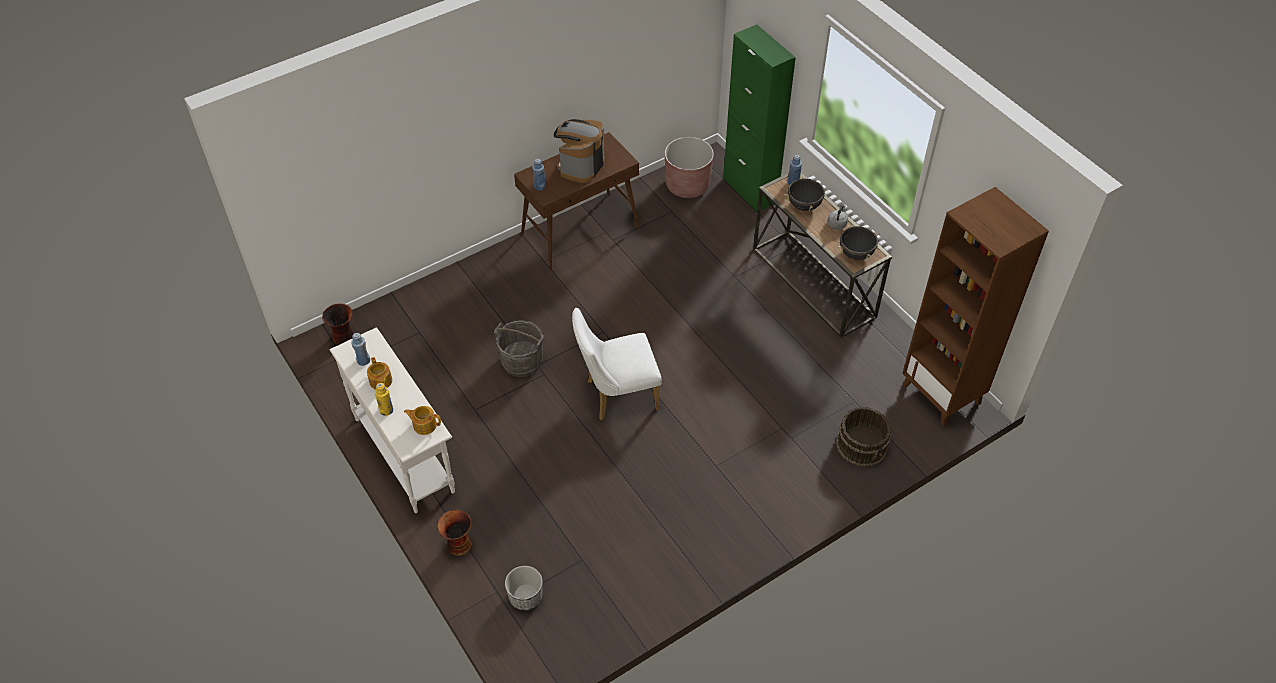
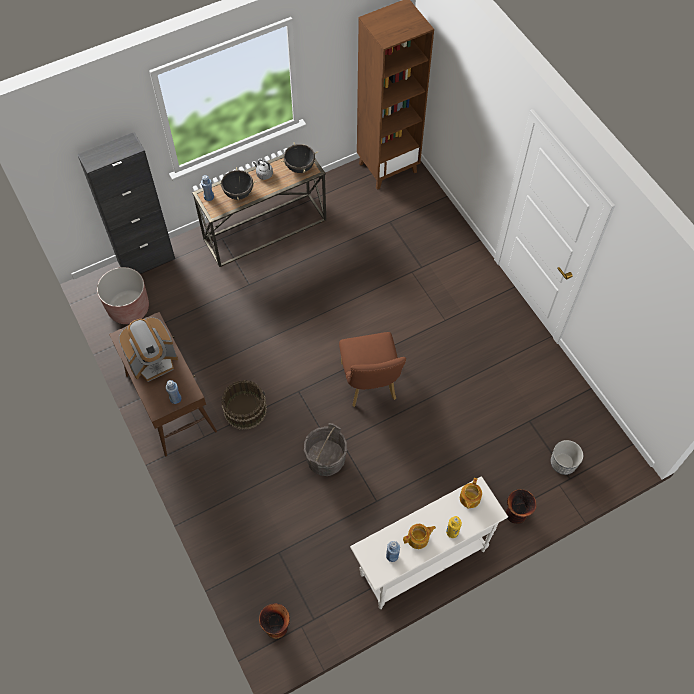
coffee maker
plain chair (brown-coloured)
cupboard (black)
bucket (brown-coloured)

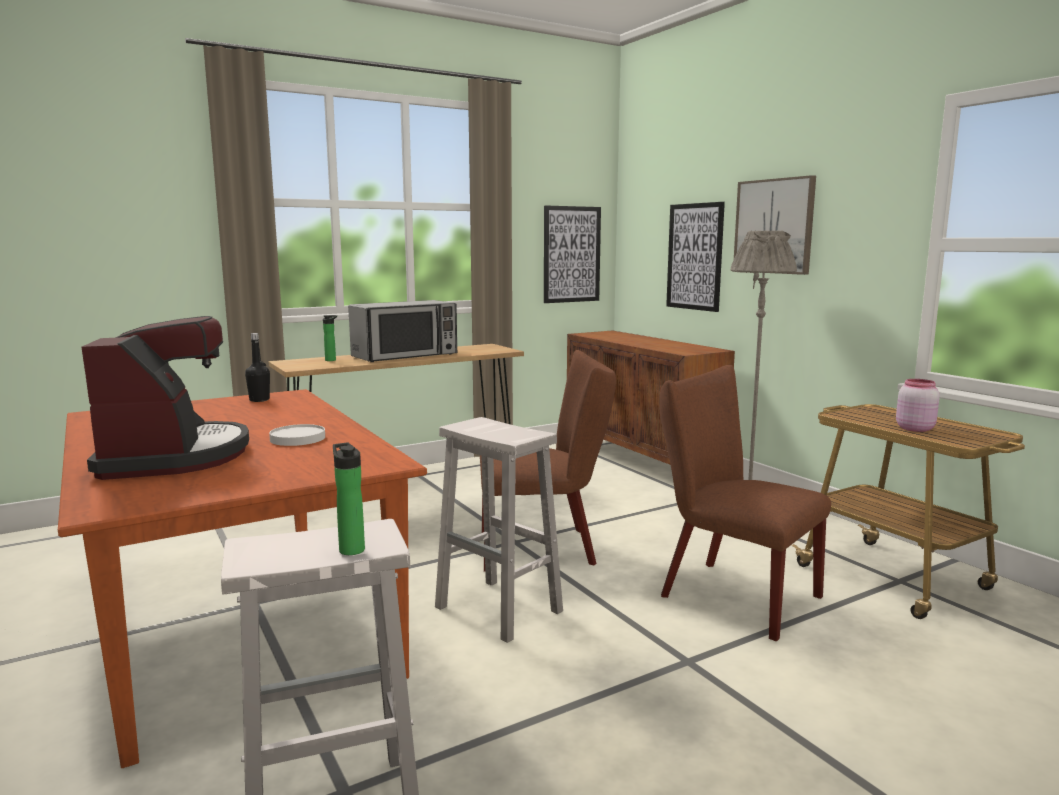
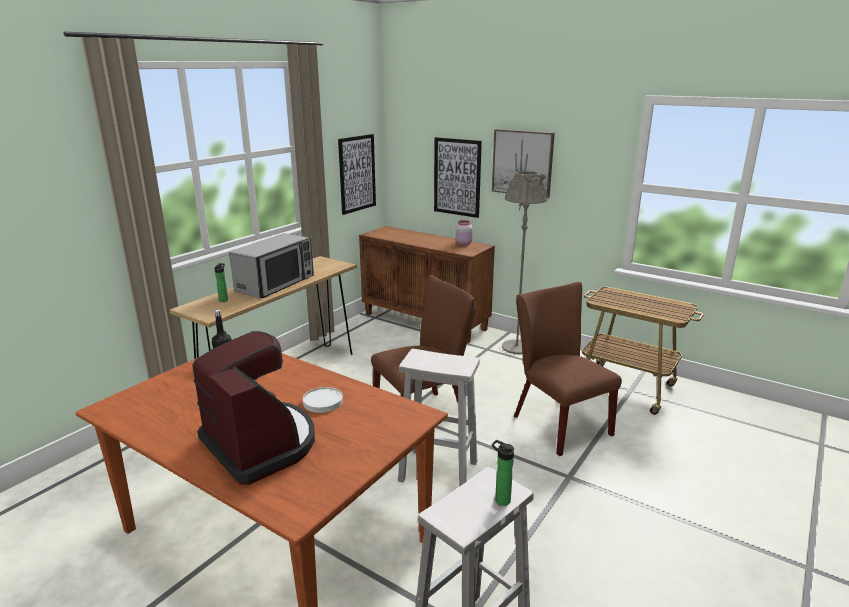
plain chair (brown-coloured) (2nd from left)
preserve jar (pink)

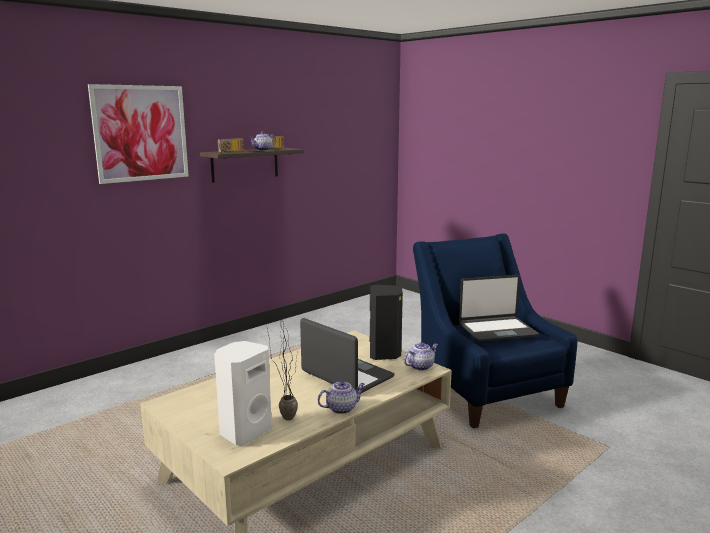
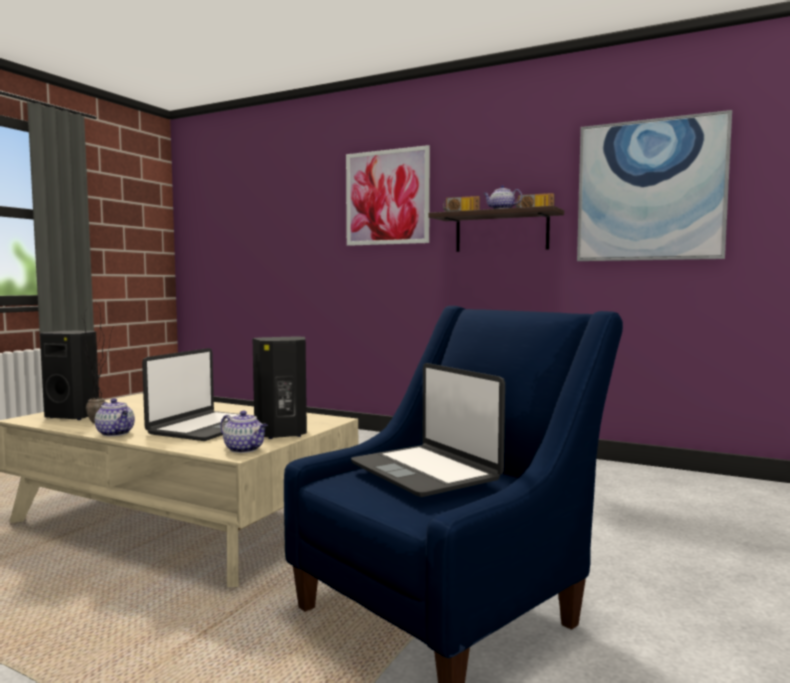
loudspeaker (black) (1st from left)
picture (2nd from left)

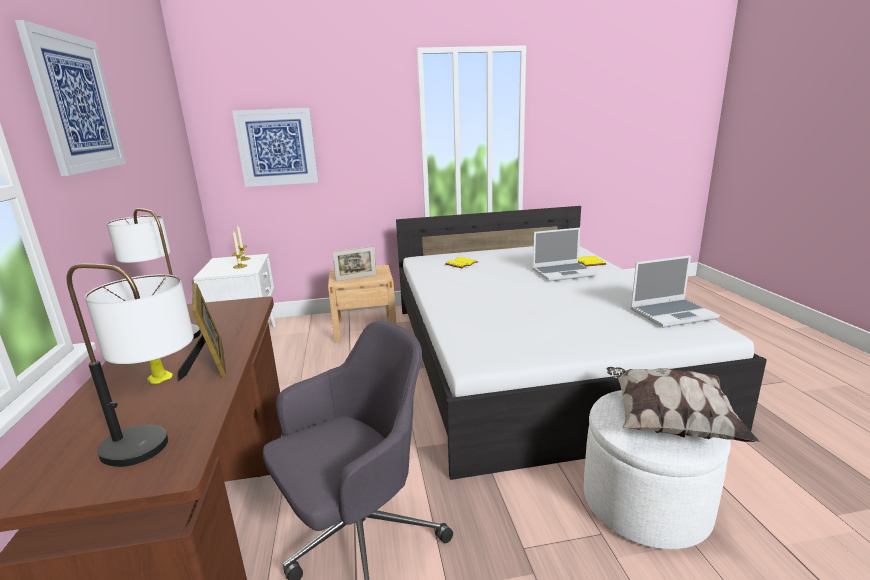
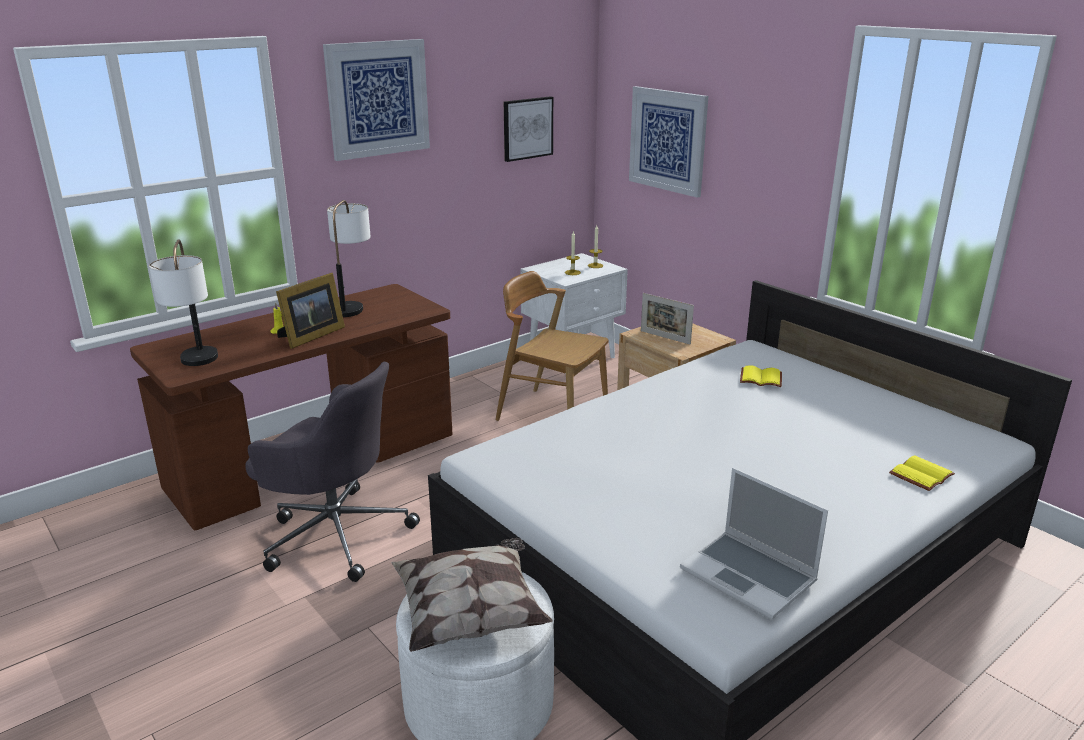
laptop (1st from left in the first image)
plain chair (brown-coloured)
picture (2nd from left)

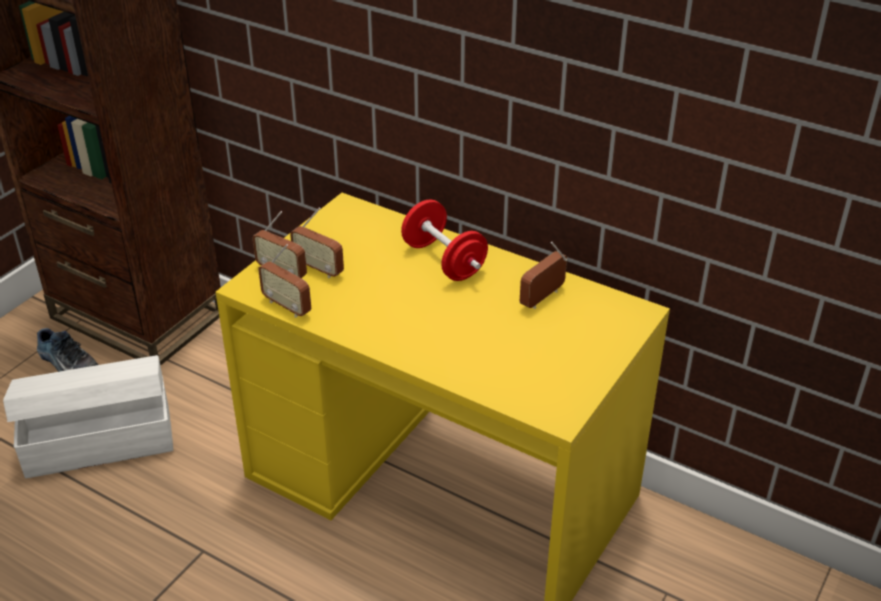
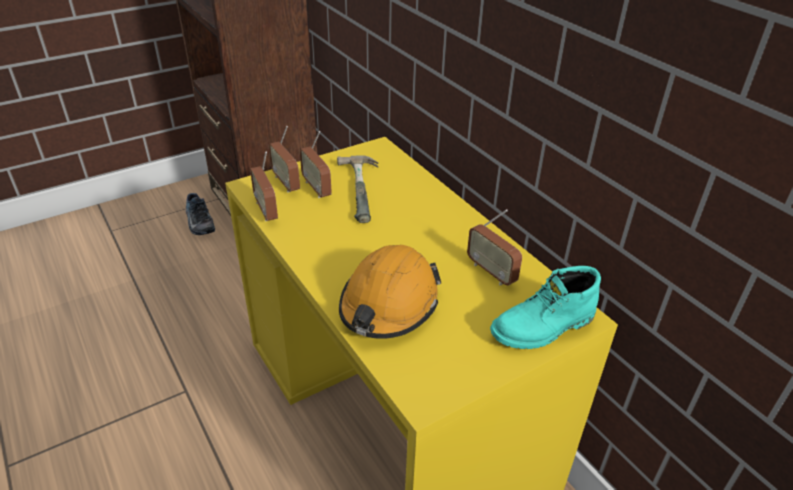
storage container (whitish)
free weight (red-coloured)
radio receiver (4th from left)
tool hammer
safety helmet (orangey)
tall boot (blue-green)

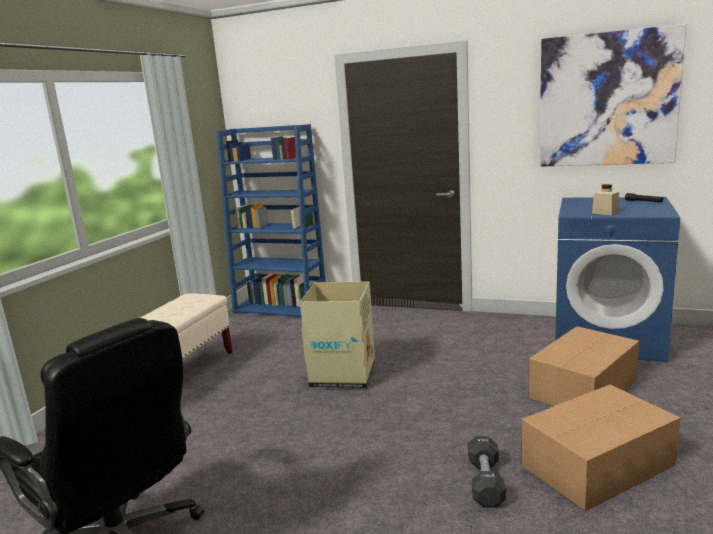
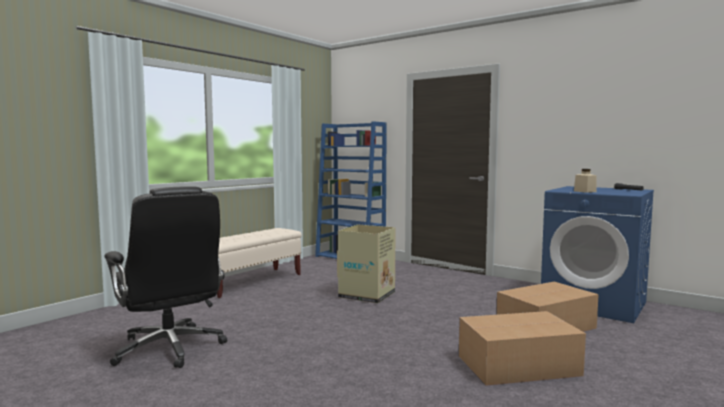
free weight (black)
picture

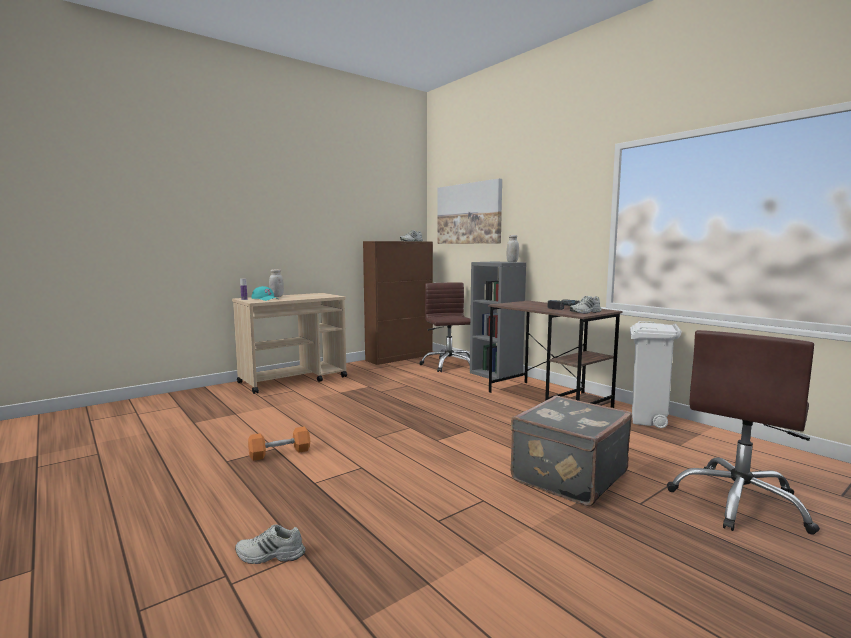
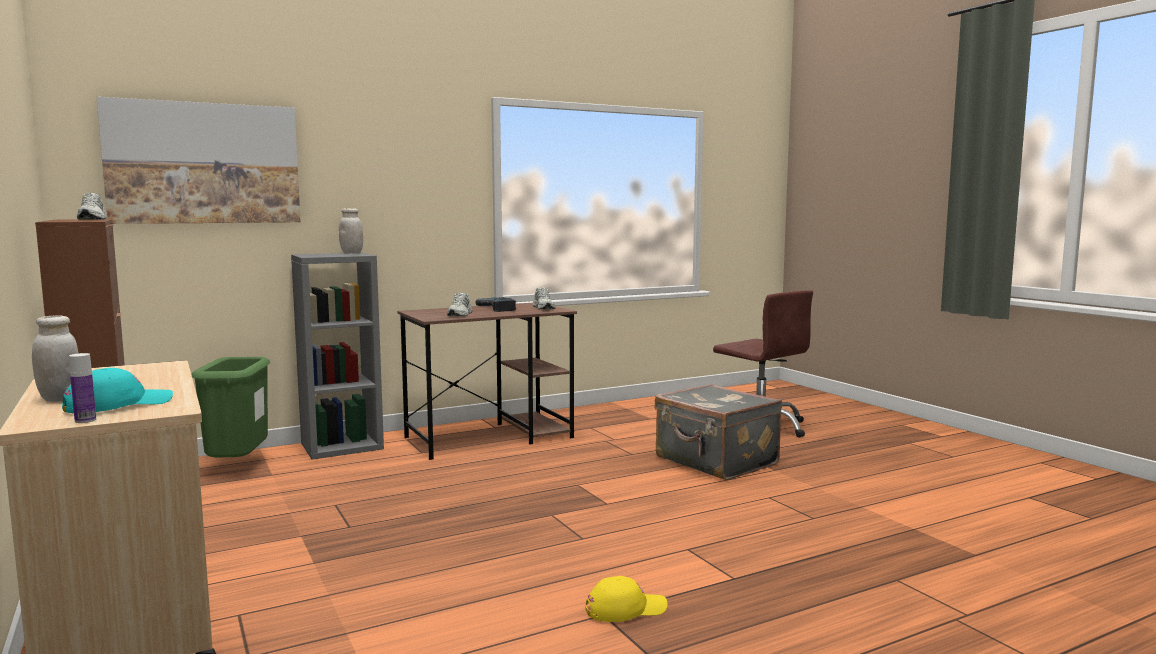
shoe (whitish) (2nd from left)
baseball cap (yellow-coloured)
rubbish bin (green)
rubbish bin (whitish)

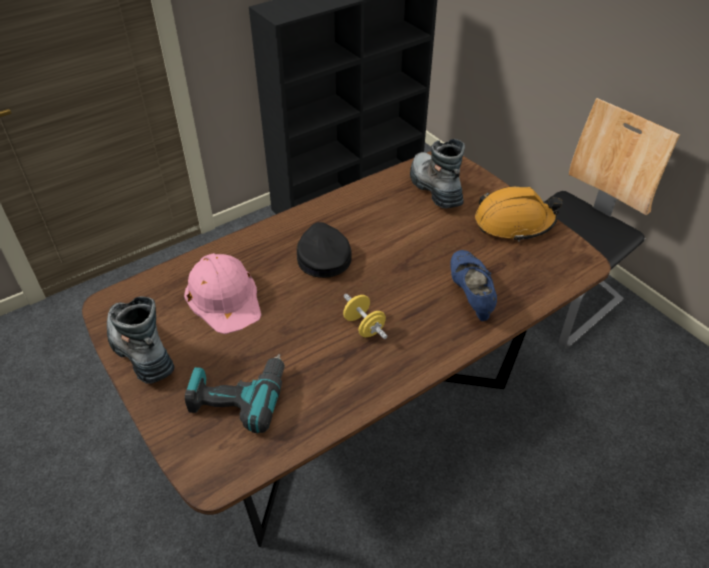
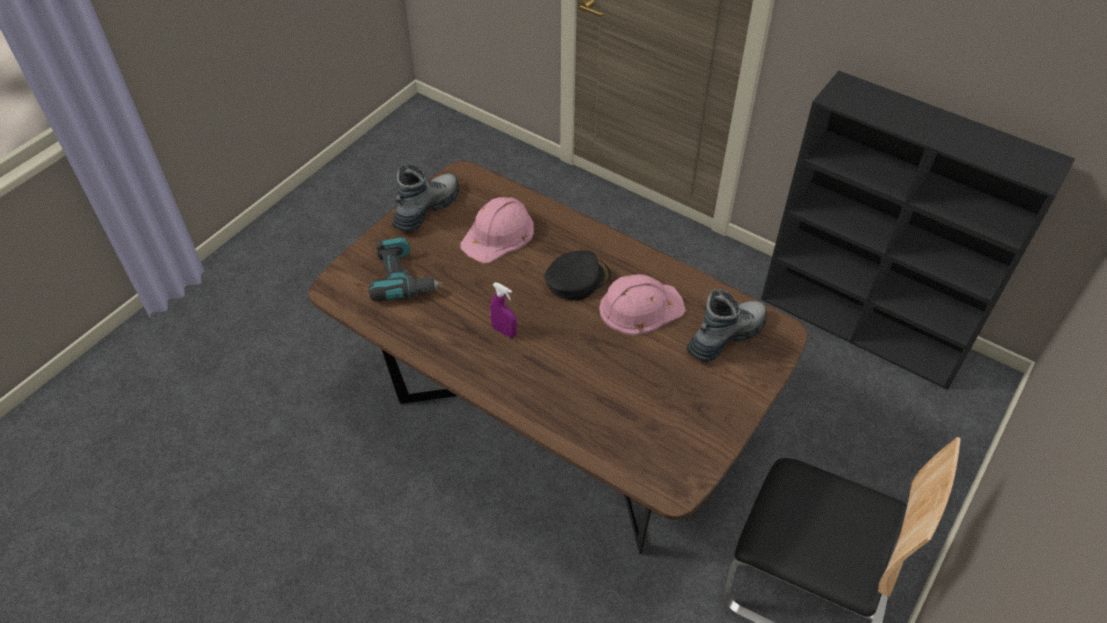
spray bottle (purple-coloured)
shoe (blue-coloured)
safety helmet (orangey)
safety helmet (pink) (2nd from left)

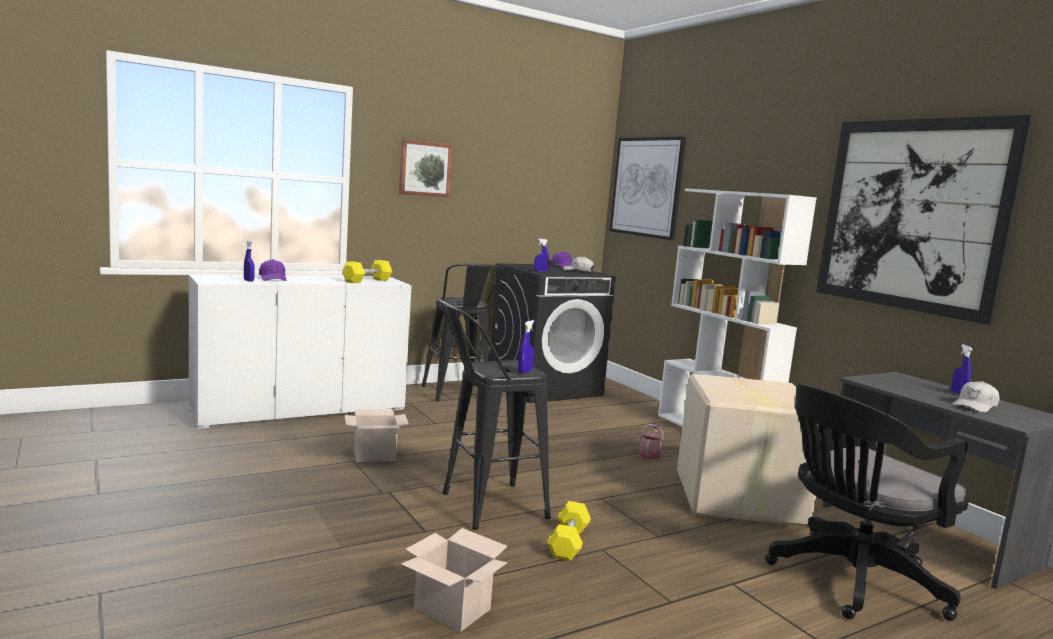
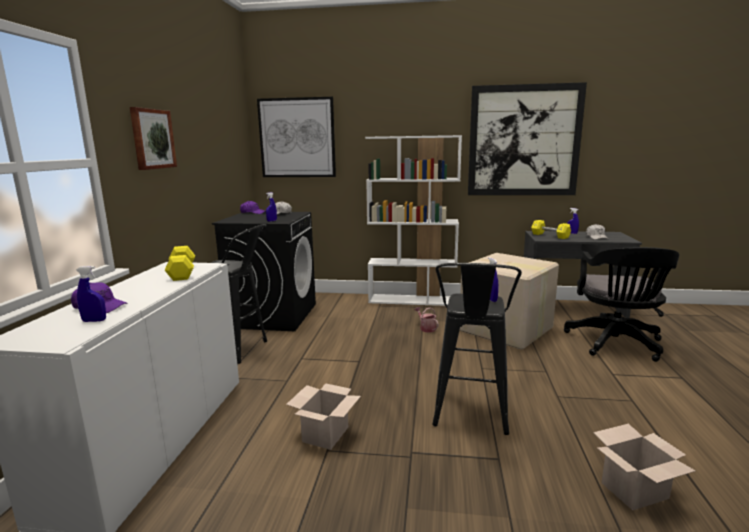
free weight (yellow-coloured) (2nd from left)

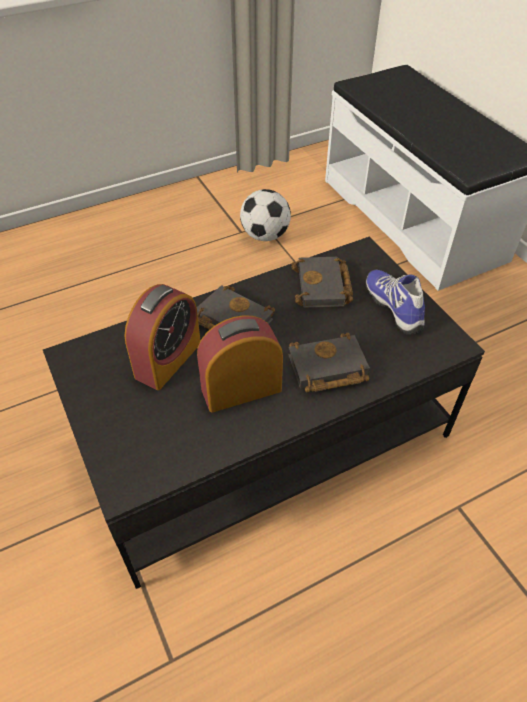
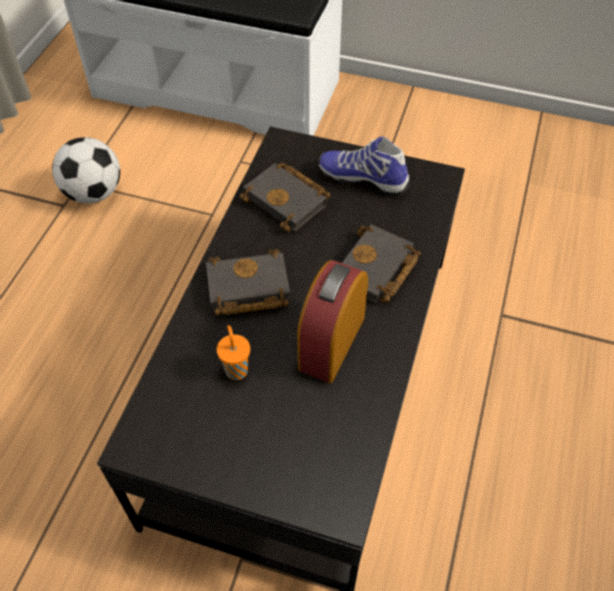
small cup (orangey)

